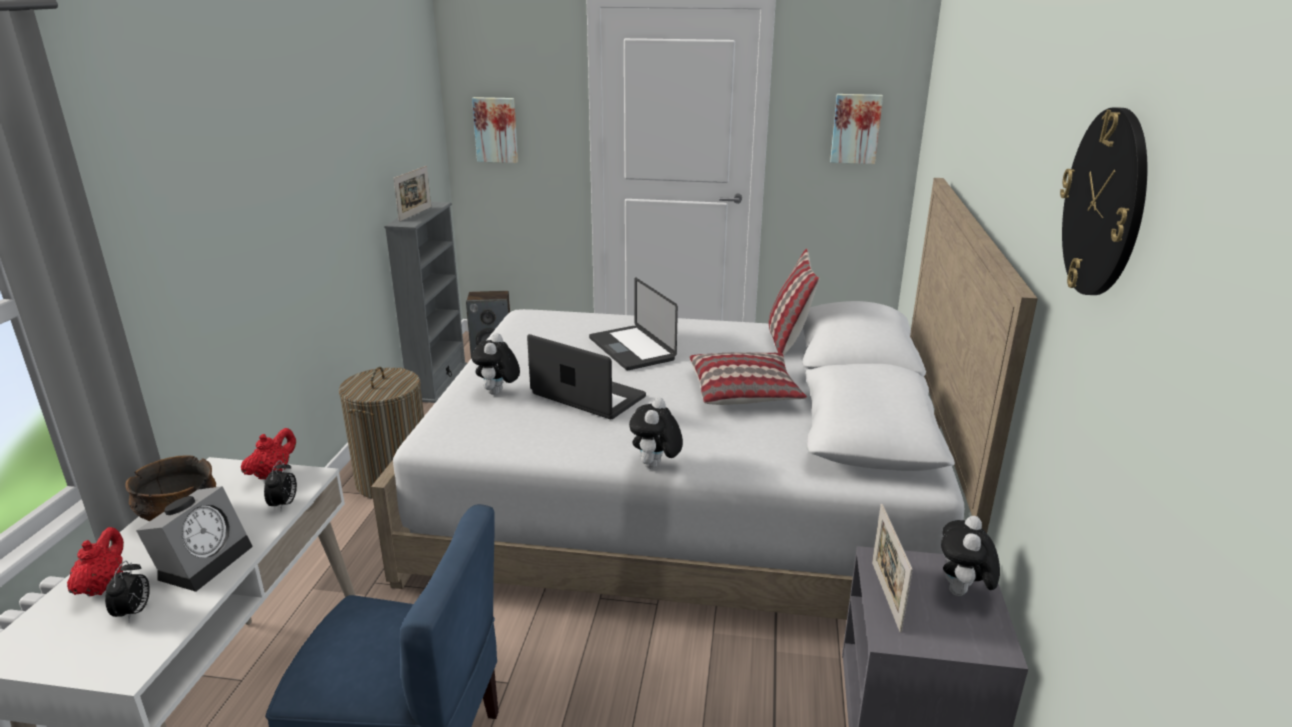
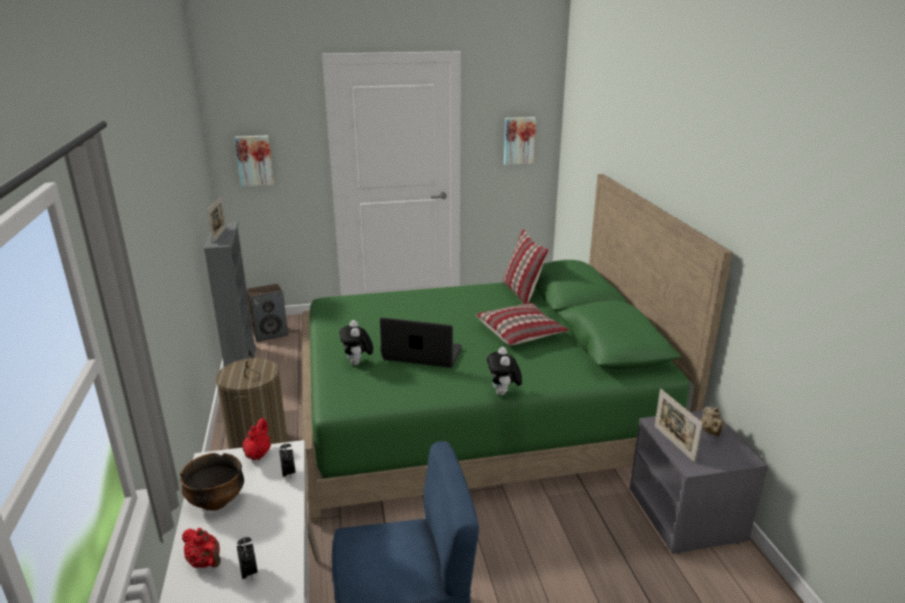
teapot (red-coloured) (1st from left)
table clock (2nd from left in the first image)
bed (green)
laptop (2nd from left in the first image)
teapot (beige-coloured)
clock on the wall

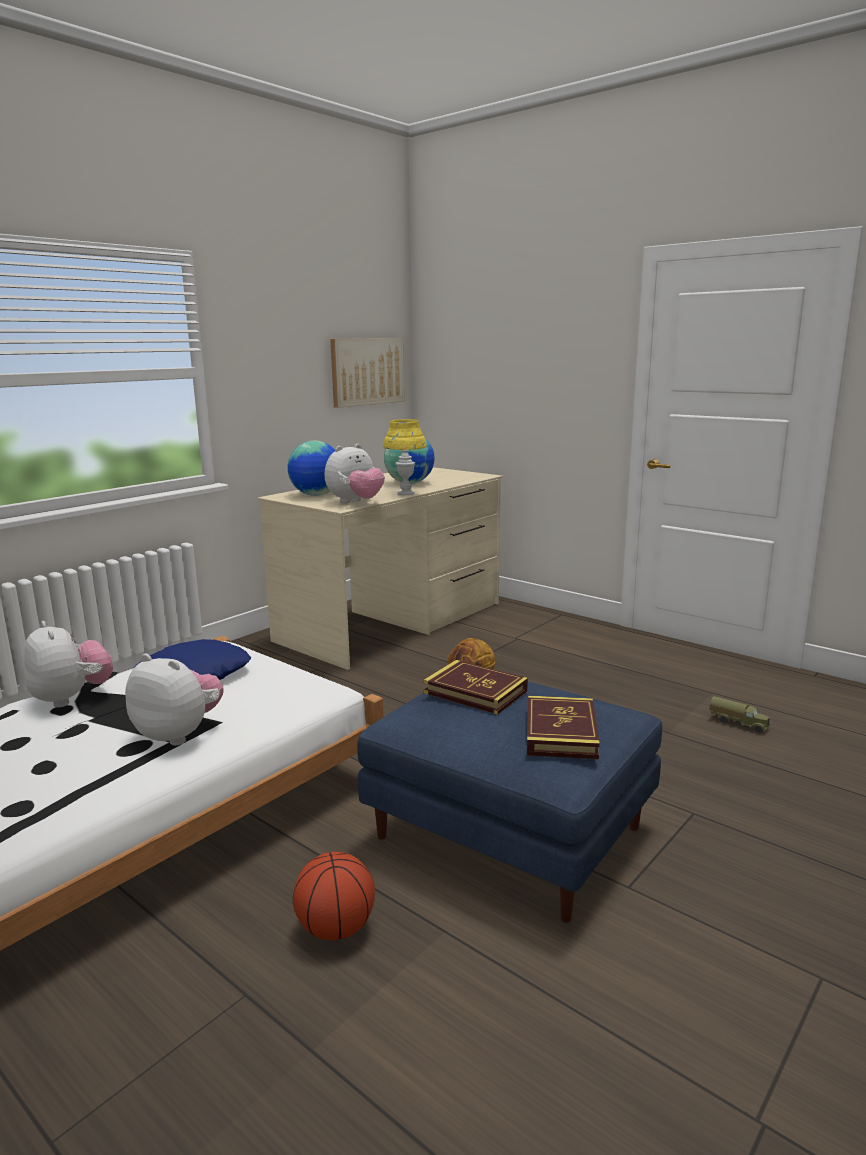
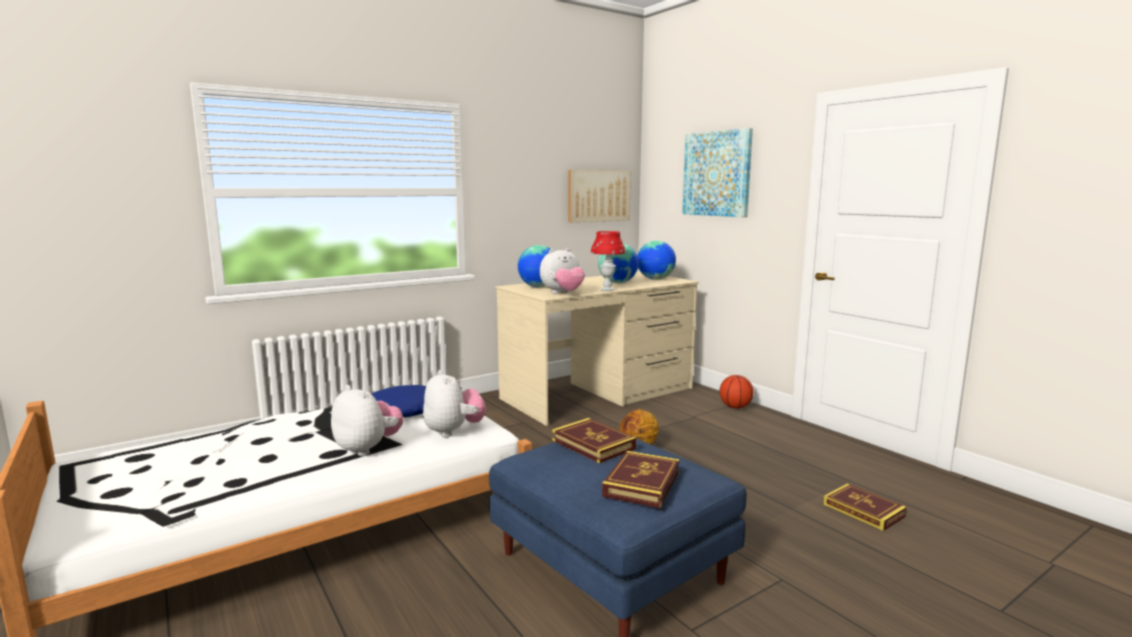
cuddly toy (2nd from left)
basketball (2nd from left)
tabletop lamp (red-coloured)
book (3rd from left)
desk globe (3rd from left)
picture (2nd from left)

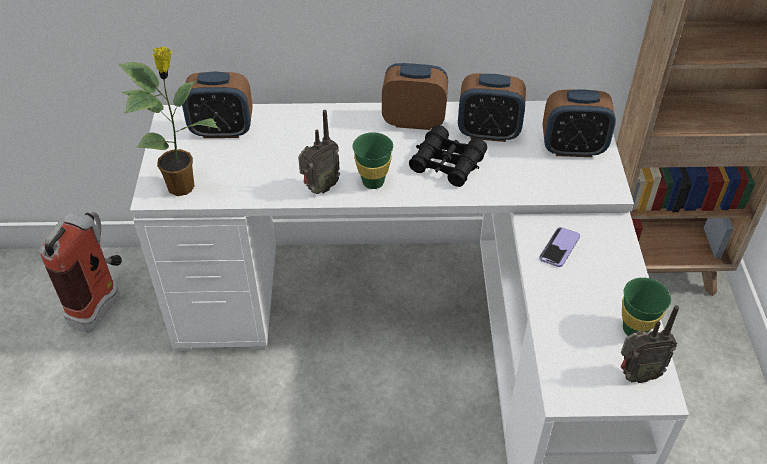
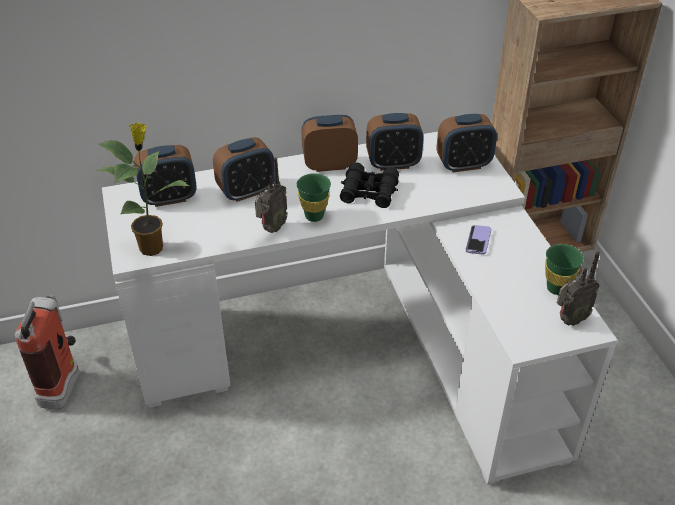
table clock (2nd from left)

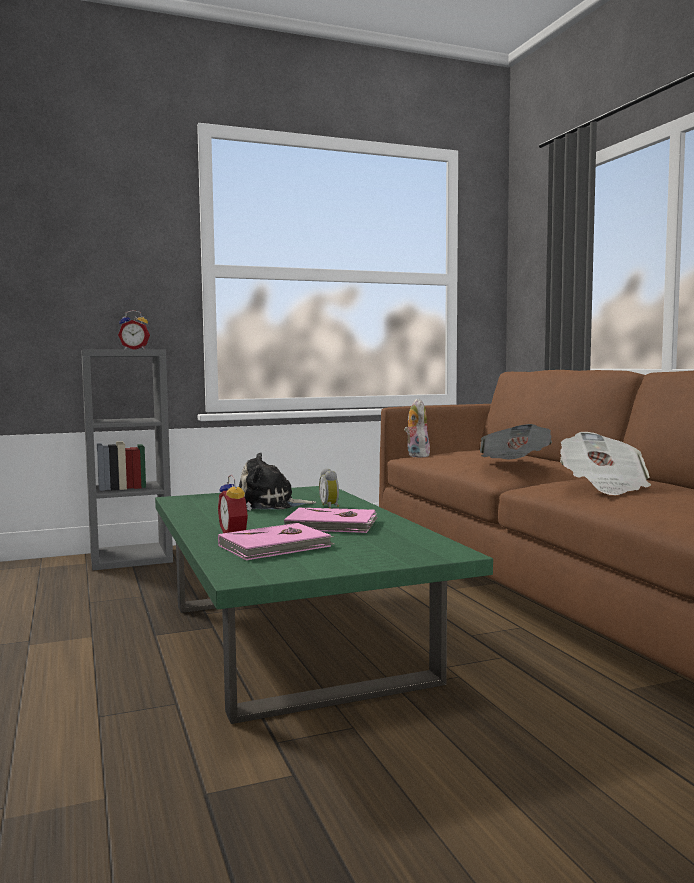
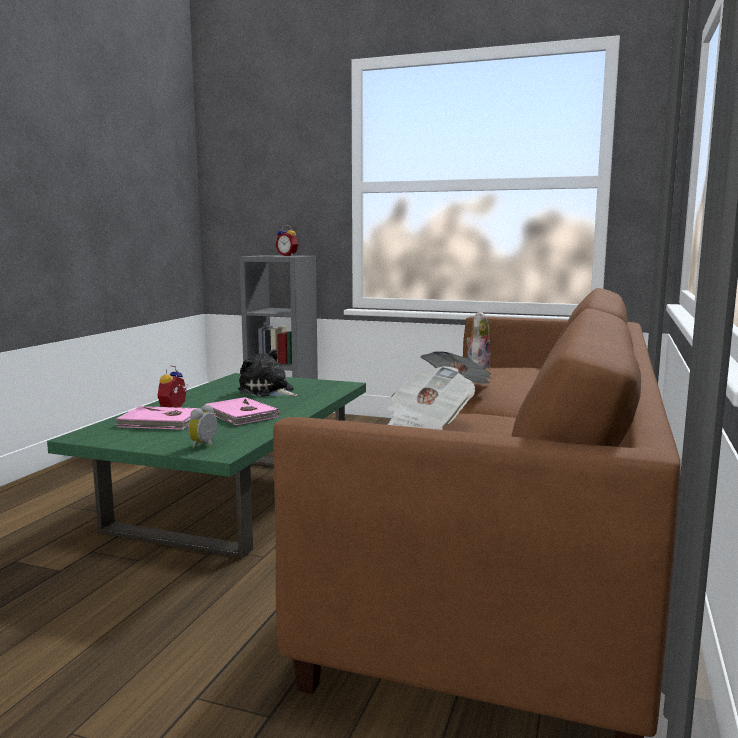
table clock (2nd from left)

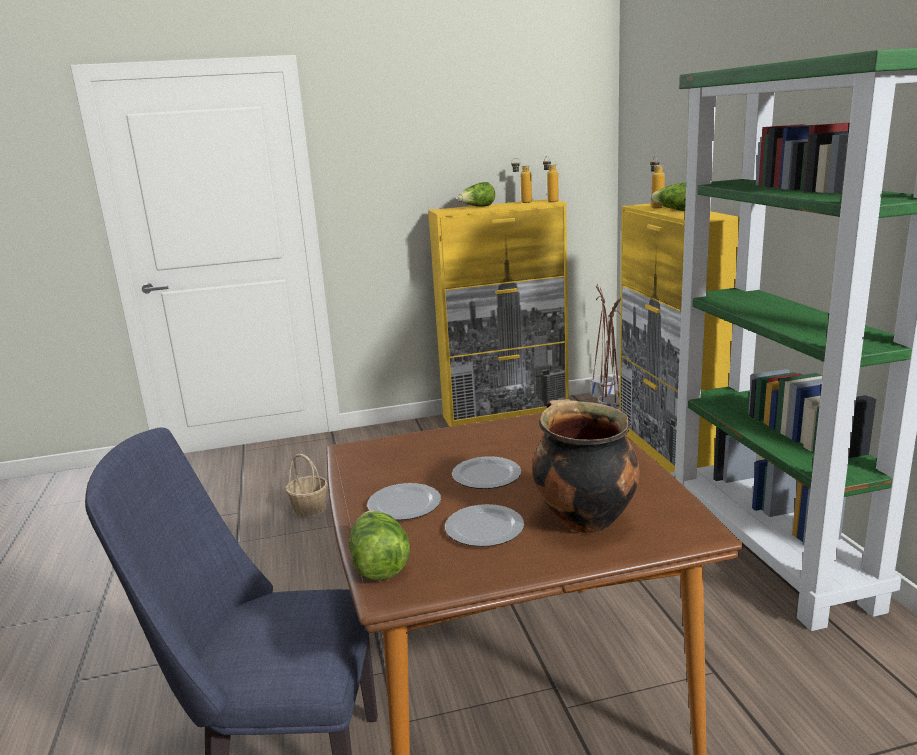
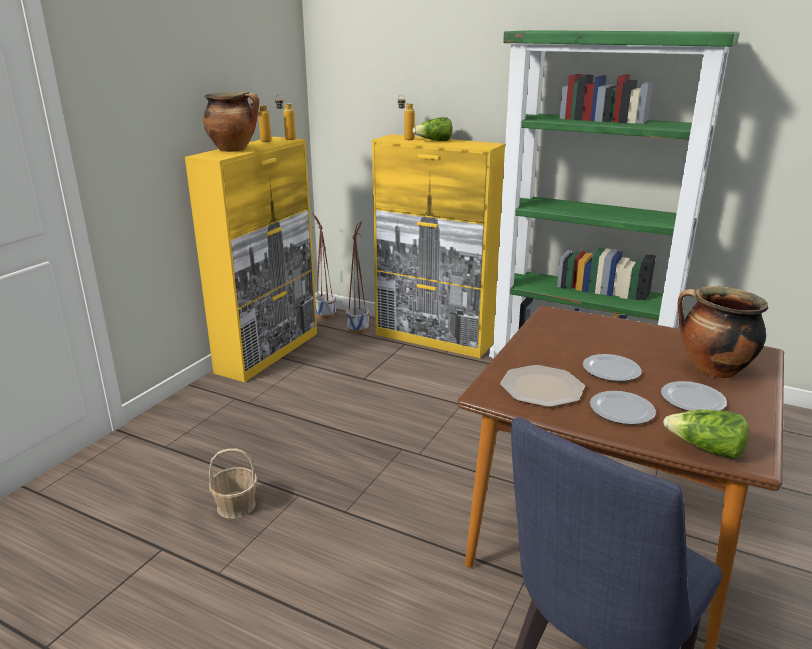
stockpot (1st from left)
dinner plate (1st from left)

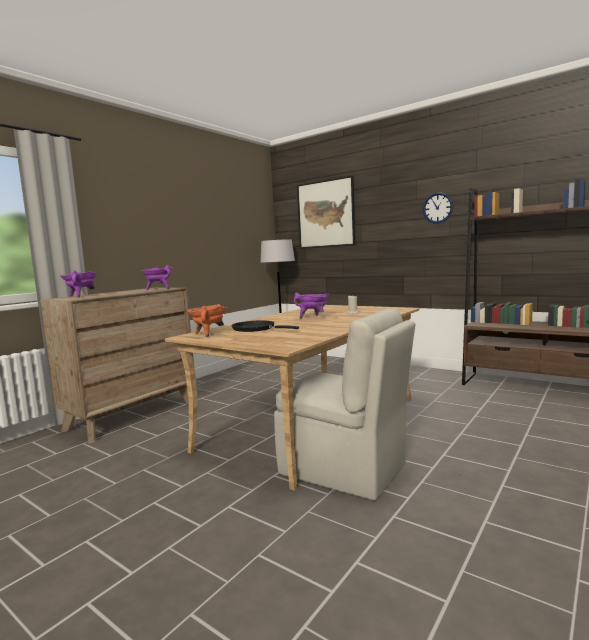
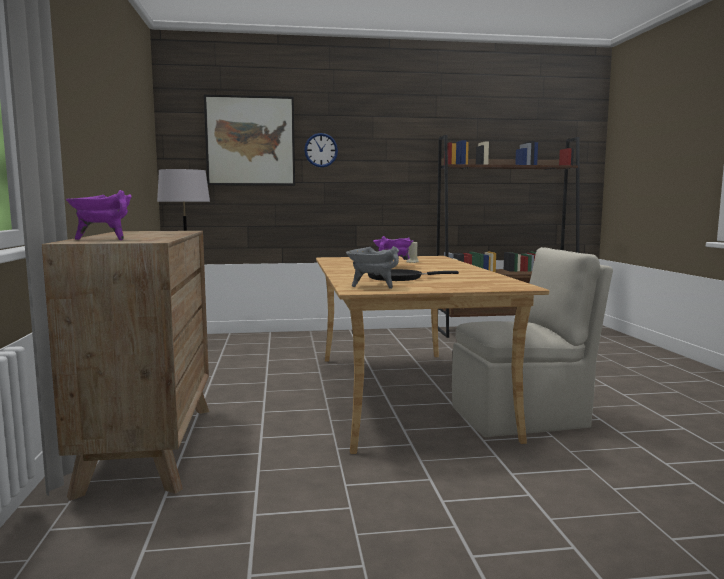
stockpot (purple-coloured) (2nd from left in the first image)
stockpot (gray)
clock on the wall

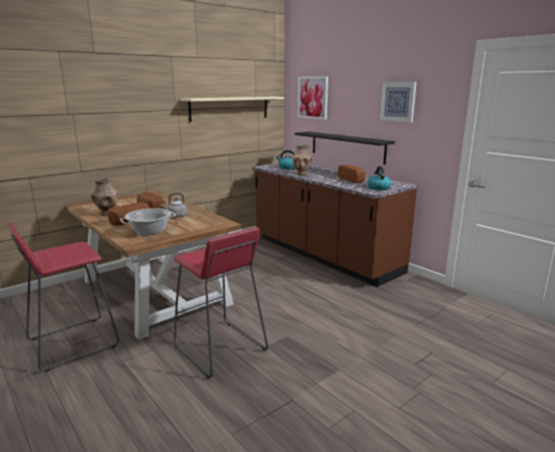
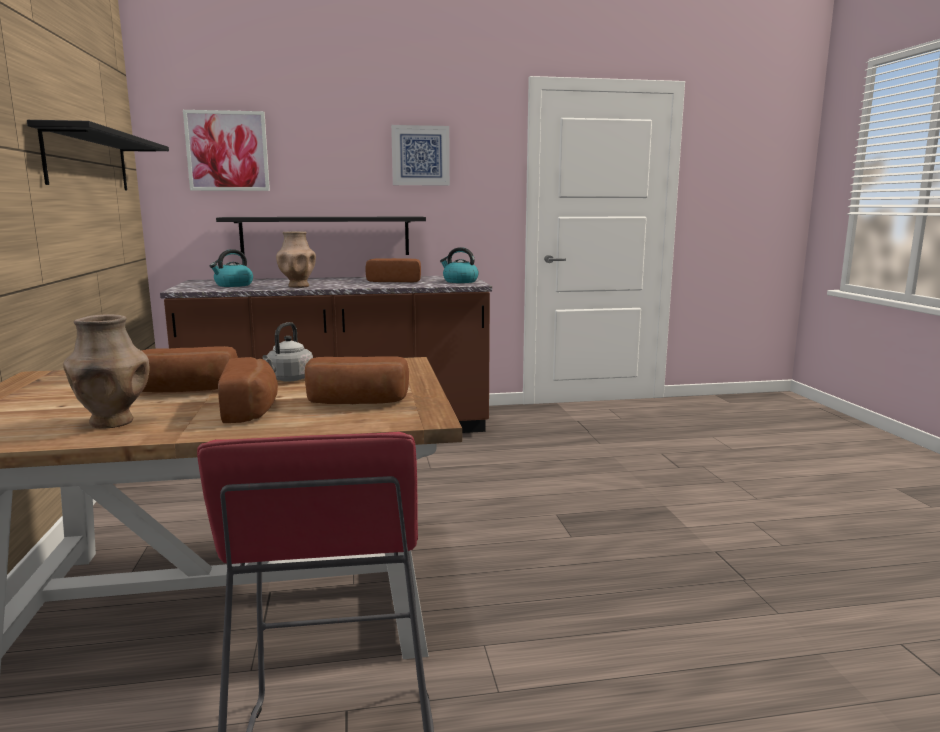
bread (3rd from left)
stool (red-coloured) (2nd from left in the first image)
shelf (black) (1st from left)

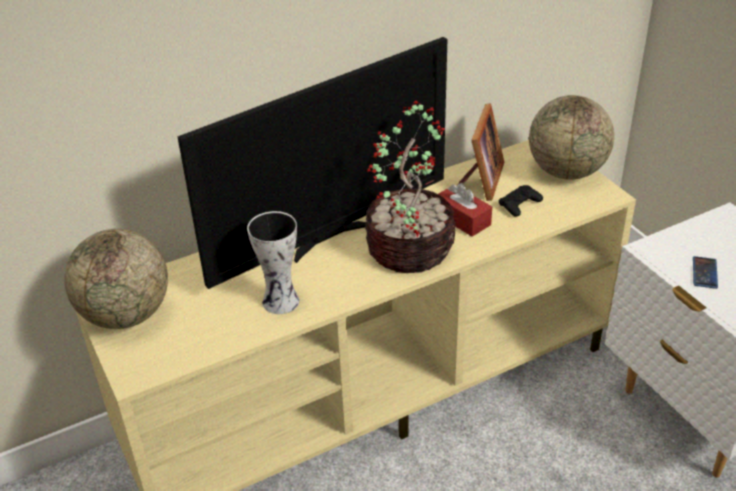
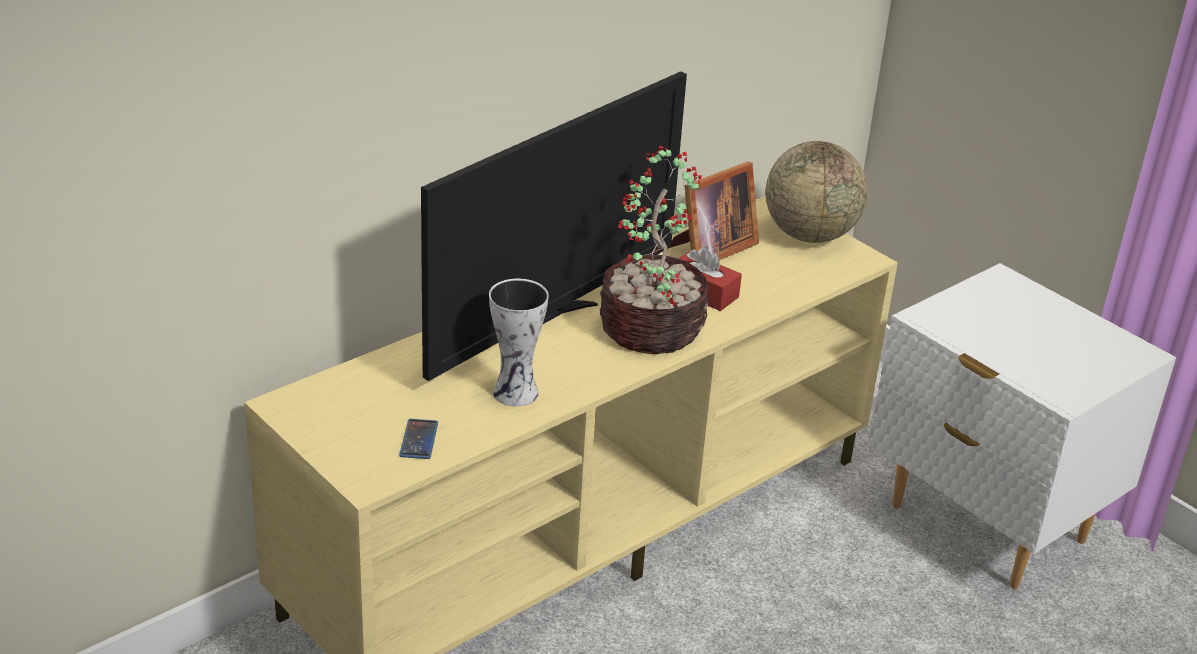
desk globe (1st from left in the first image)
photo frame
game controller (black)
phone

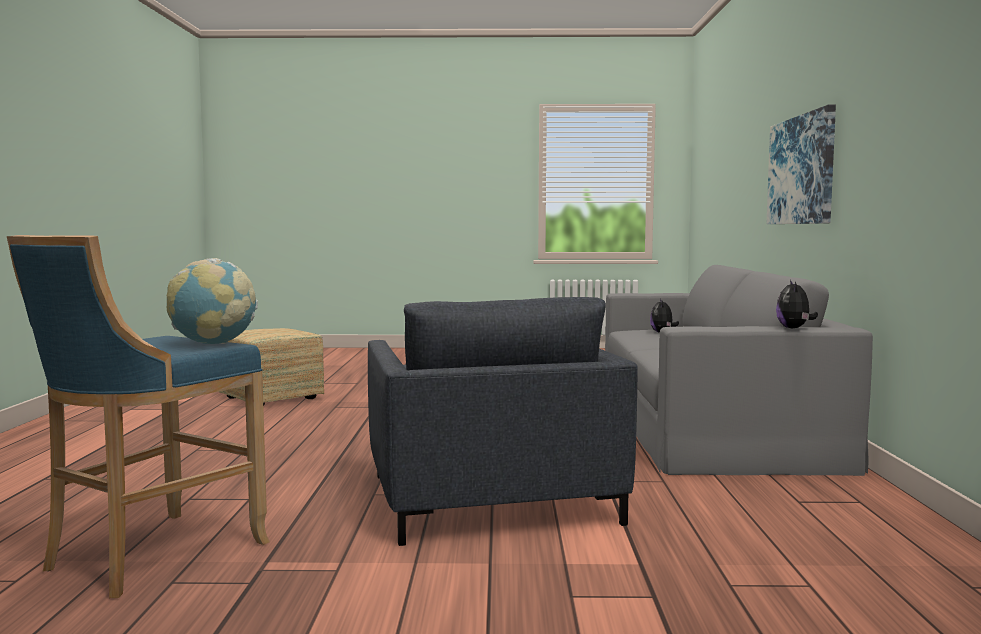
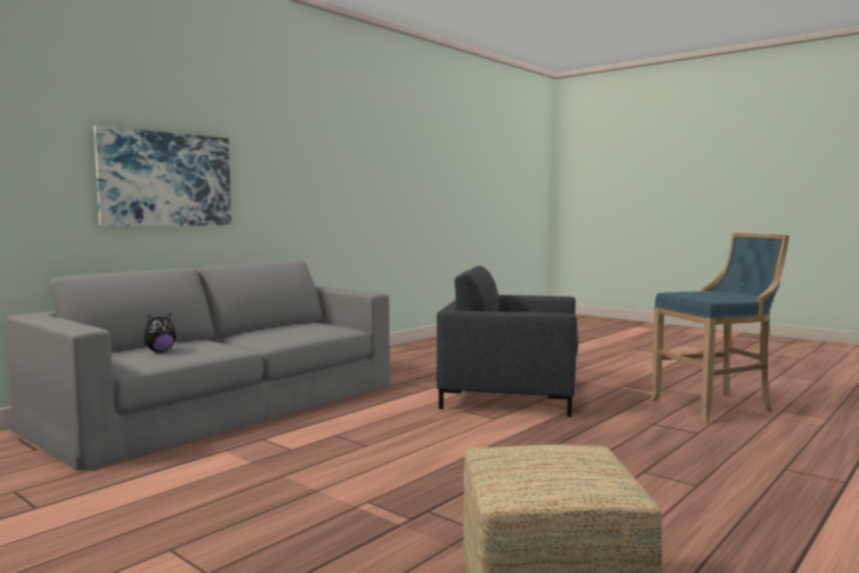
desk globe
lounge chair (gray)
cuddly toy (2nd from left in the first image)

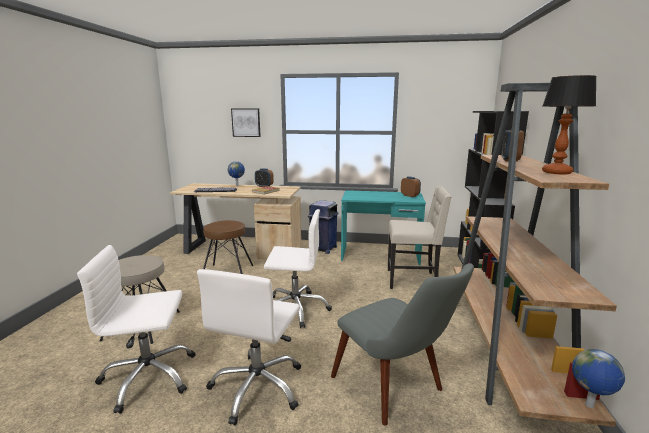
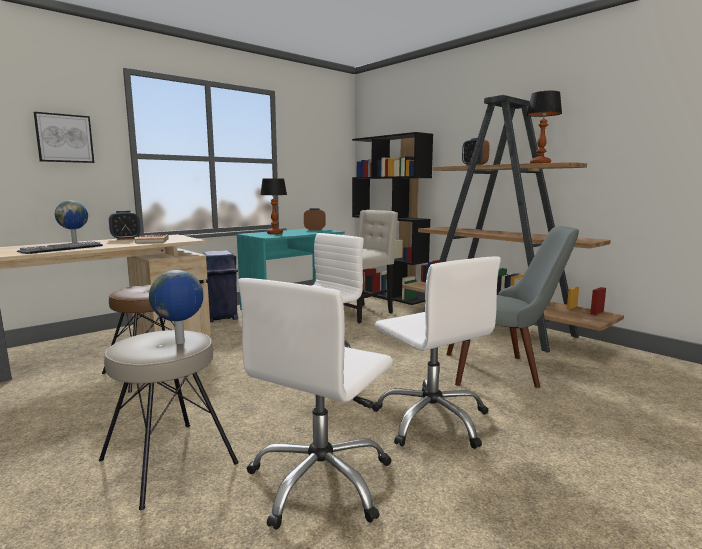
desk globe (2nd from left)
tabletop lamp (1st from left)

